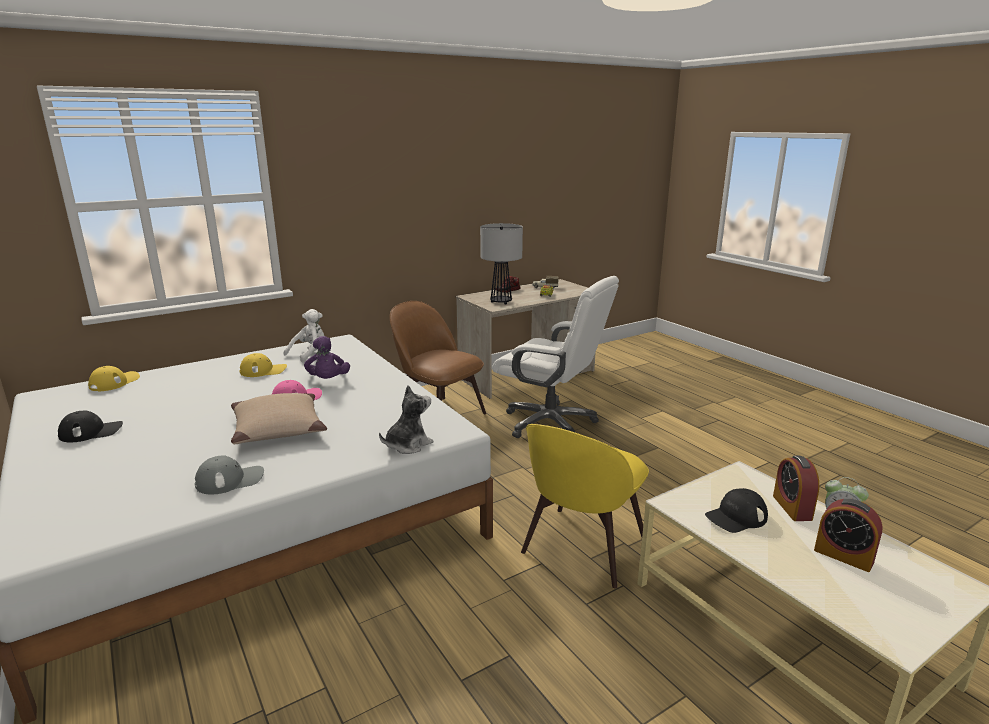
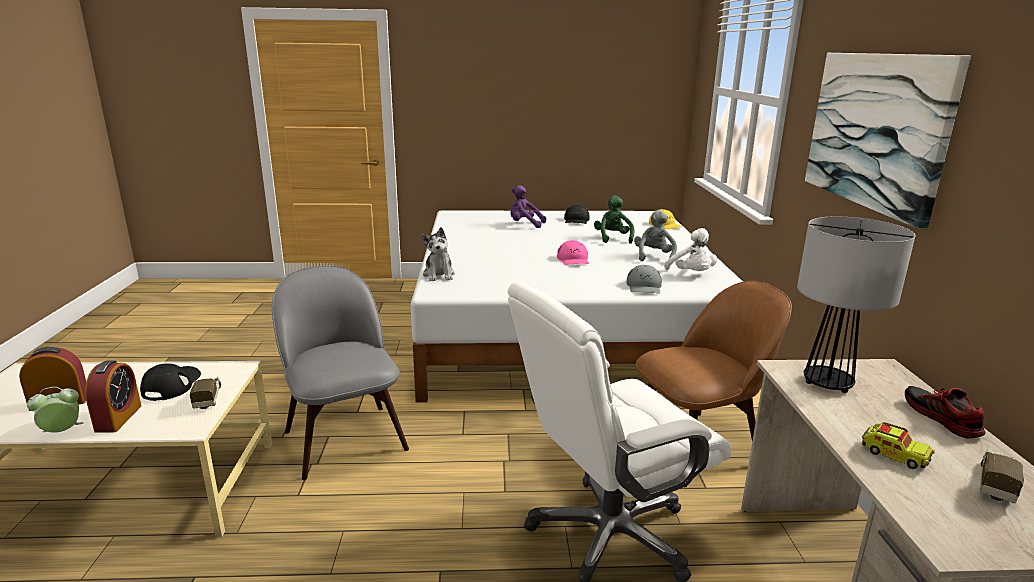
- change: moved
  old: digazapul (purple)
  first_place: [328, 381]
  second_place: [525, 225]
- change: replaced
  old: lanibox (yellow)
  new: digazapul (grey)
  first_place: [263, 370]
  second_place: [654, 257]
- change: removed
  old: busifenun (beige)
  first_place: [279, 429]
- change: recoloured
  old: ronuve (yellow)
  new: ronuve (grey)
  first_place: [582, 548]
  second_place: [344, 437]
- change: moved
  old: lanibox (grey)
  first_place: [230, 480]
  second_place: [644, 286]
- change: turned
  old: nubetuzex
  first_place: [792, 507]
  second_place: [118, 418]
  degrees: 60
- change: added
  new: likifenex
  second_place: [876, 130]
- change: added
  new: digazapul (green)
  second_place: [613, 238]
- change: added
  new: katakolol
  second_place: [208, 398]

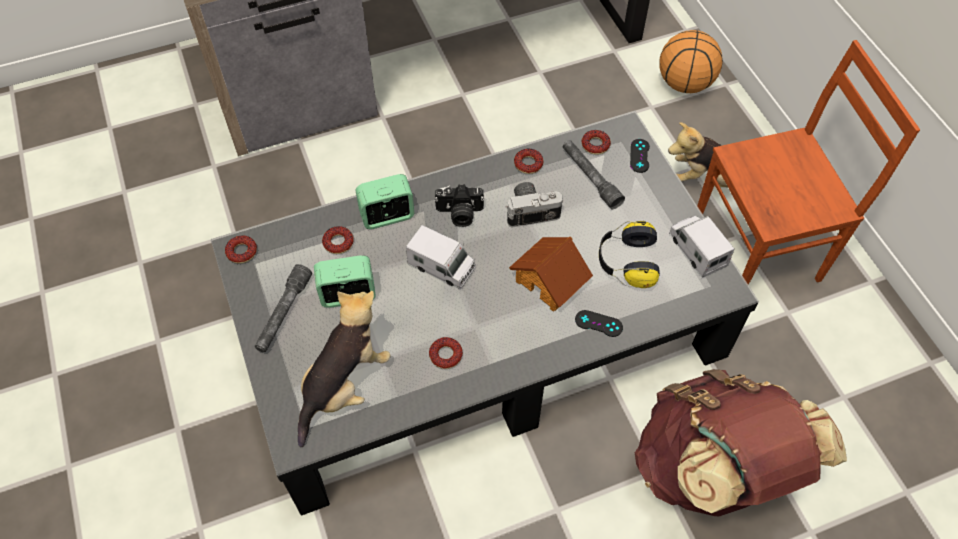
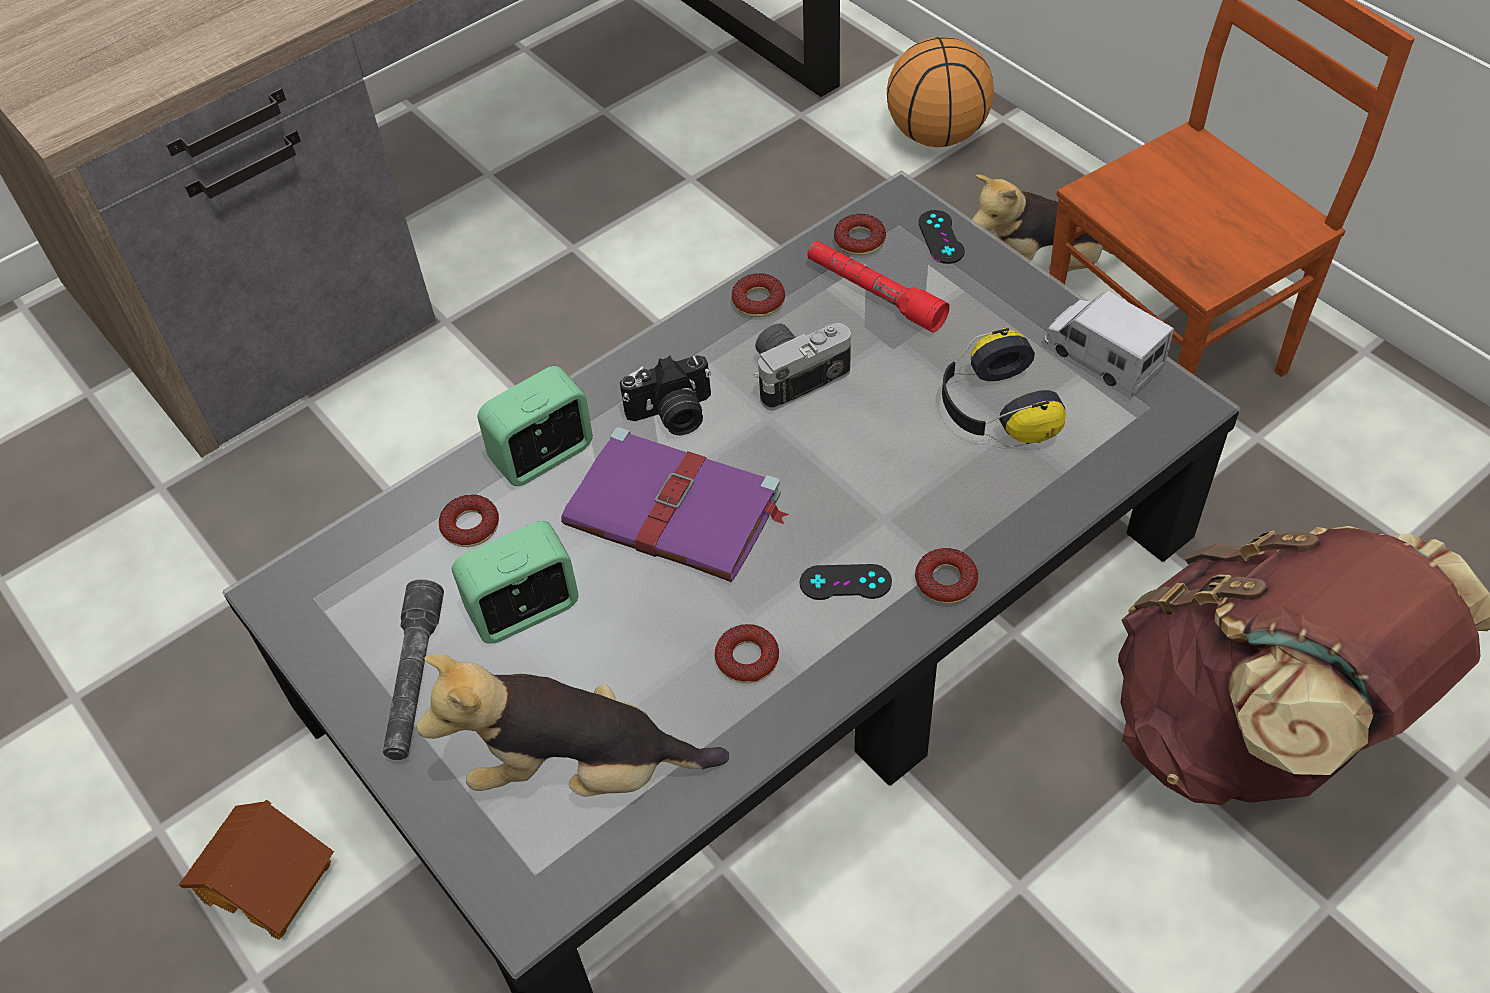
- change: recoloured
  old: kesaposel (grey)
  new: kesaposel (red)
  first_place: [590, 178]
  second_place: [874, 294]
- change: replaced
  old: katakolol
  new: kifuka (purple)
  first_place: [441, 266]
  second_place: [676, 511]
- change: moved
  old: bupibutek
  first_place: [242, 252]
  second_place: [946, 581]
- change: moved
  old: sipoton
  first_place: [551, 280]
  second_place: [268, 880]
- change: turned
  old: digazapul
  first_place: [344, 384]
  second_place: [581, 769]
  degrees: -105
- change: moved
  old: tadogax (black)
  first_place: [598, 323]
  second_place: [845, 582]

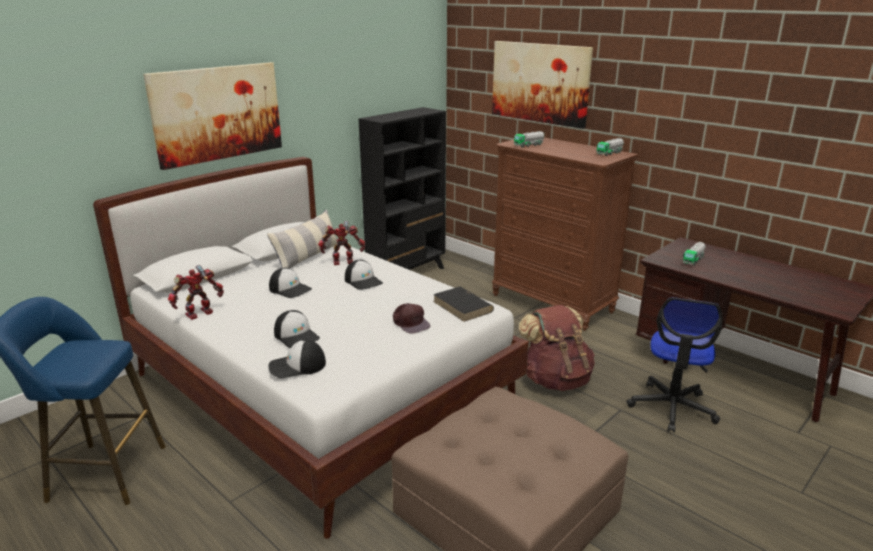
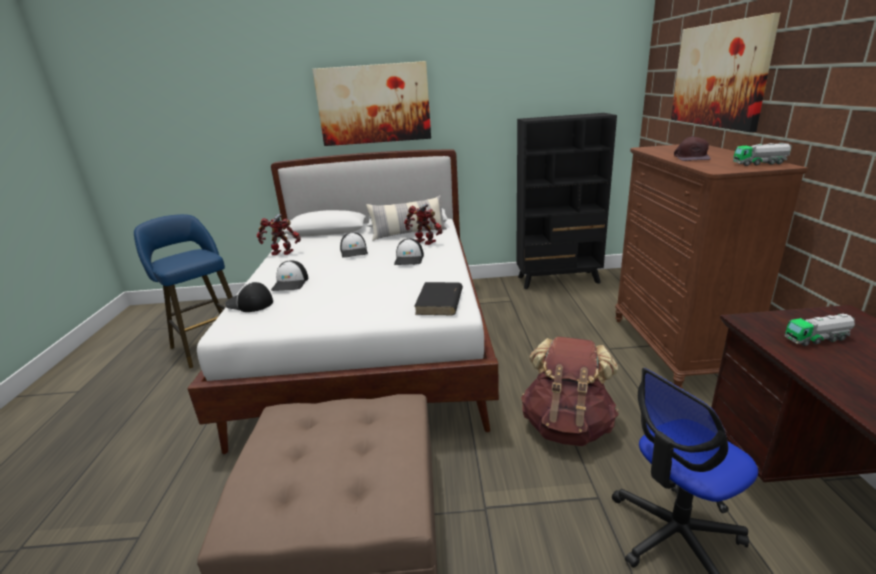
- change: removed
  old: katakolol
  first_place: [529, 145]
- change: moved
  old: lanibox (brown)
  first_place: [410, 323]
  second_place: [691, 157]

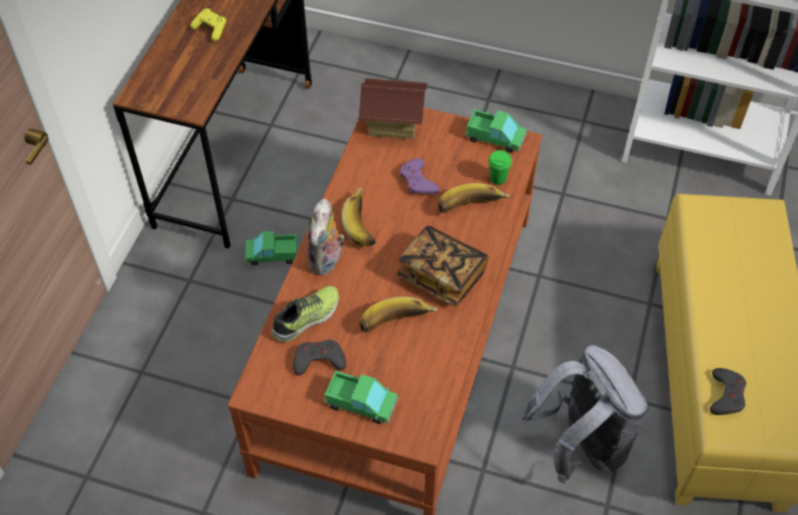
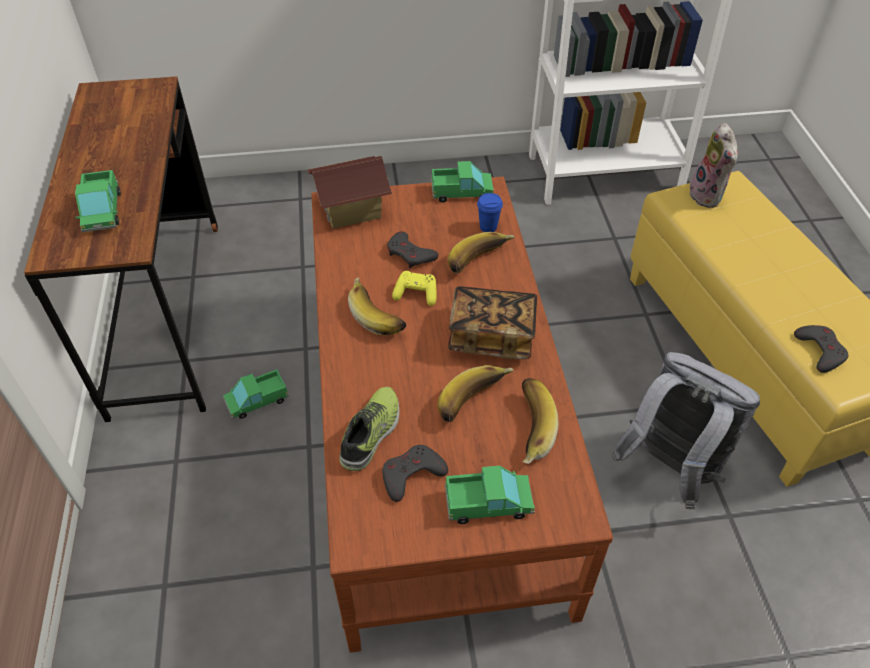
- change: moved
  old: tadogax (yellow)
  first_place: [211, 29]
  second_place: [416, 294]
- change: recoloured
  old: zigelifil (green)
  new: zigelifil (blue)
  first_place: [498, 179]
  second_place: [488, 227]
- change: recoloured
  old: tadogax (purple)
  new: tadogax (grey)
  first_place: [418, 181]
  second_place: [410, 254]
- change: moved
  old: digazapul
  first_place: [327, 261]
  second_place: [708, 196]
- change: added
  new: katakolol
  second_place: [102, 211]
- change: added
  new: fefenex
  second_place: [527, 428]

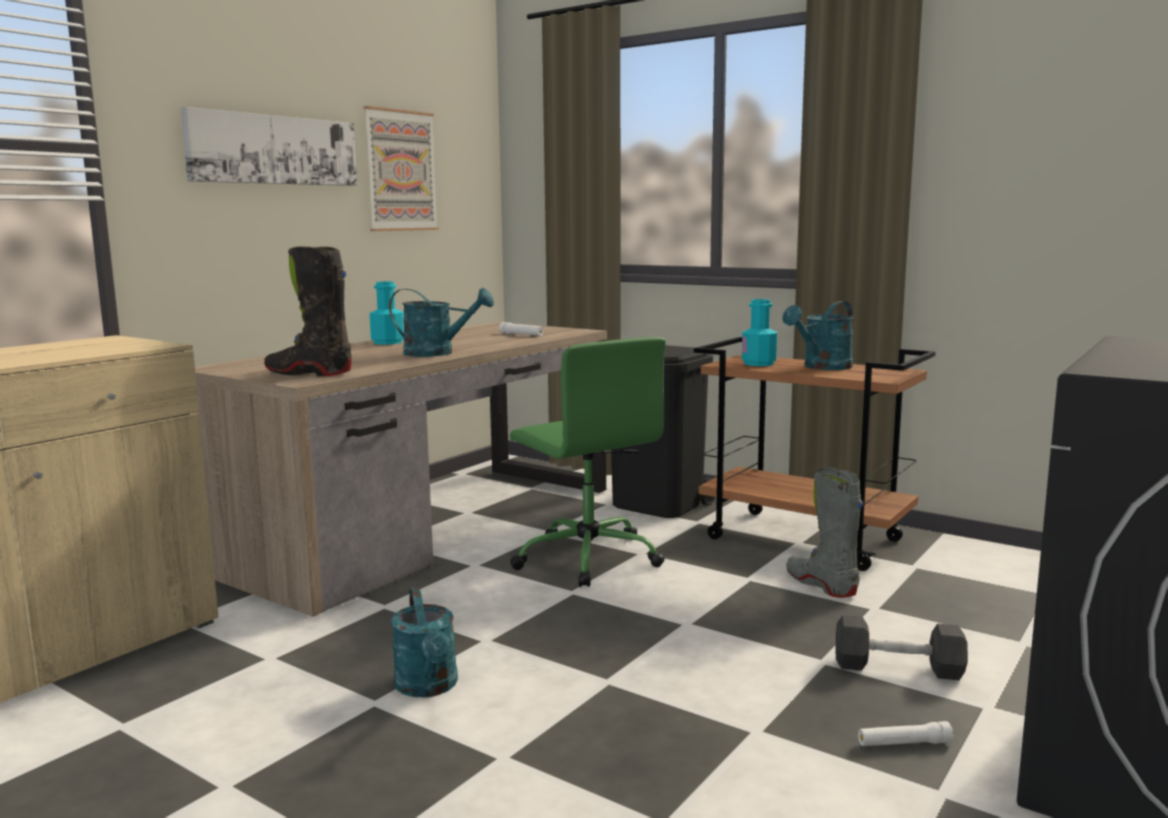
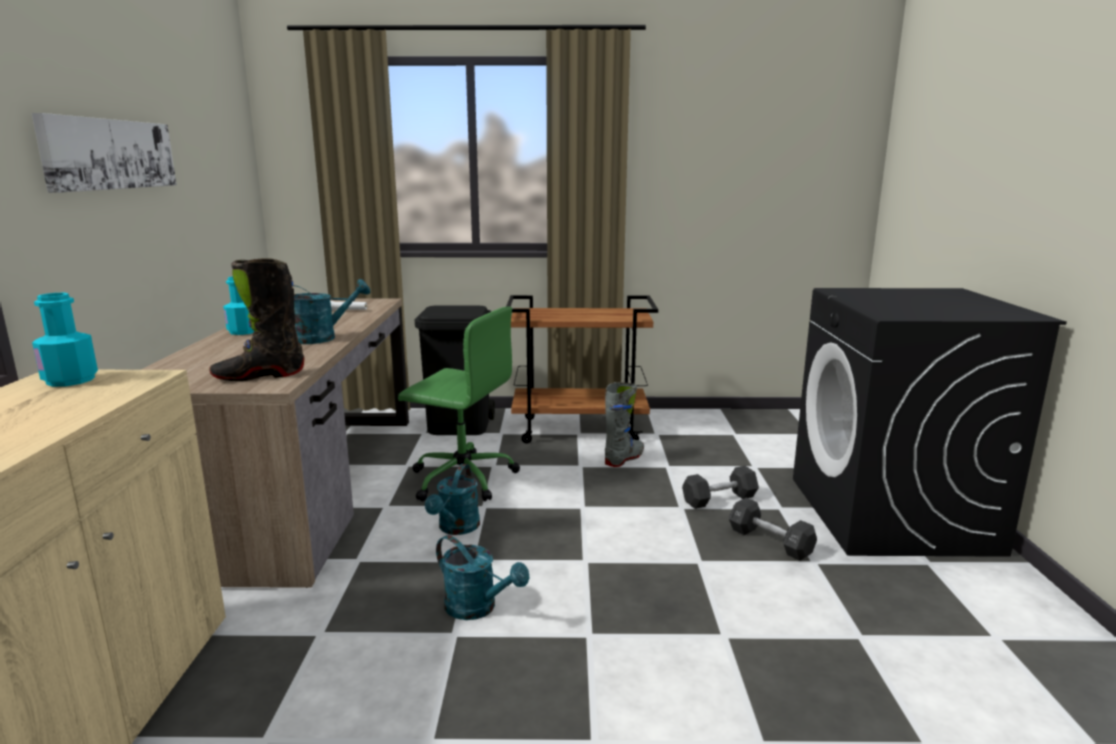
- change: removed
  old: likifenex
  first_place: [400, 171]
- change: moved
  old: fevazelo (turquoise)
  first_place: [758, 363]
  second_place: [70, 380]
- change: moved
  old: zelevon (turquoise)
  first_place: [822, 367]
  second_place: [456, 528]
- change: turned
  old: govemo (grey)
  first_place: [821, 585]
  second_place: [624, 459]
  degrees: 105
- change: replaced
  old: kesaposel (white)
  new: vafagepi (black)
  first_place: [904, 744]
  second_place: [770, 542]

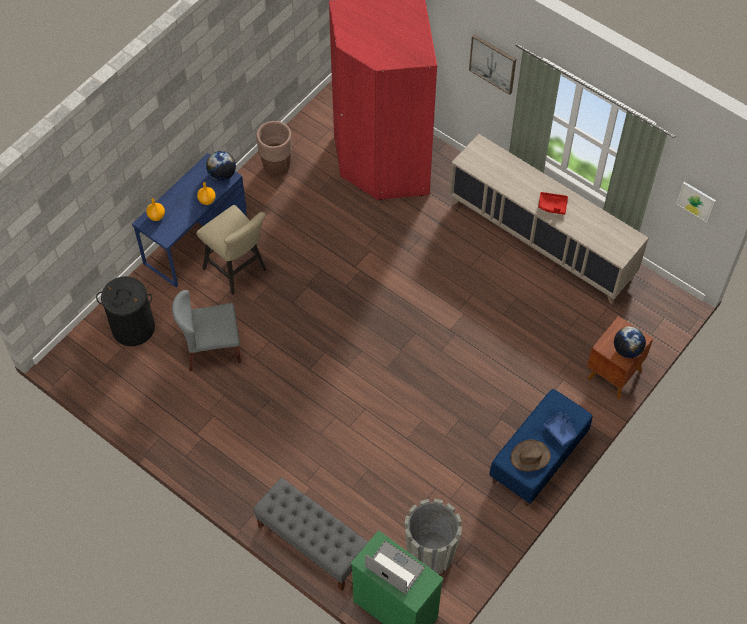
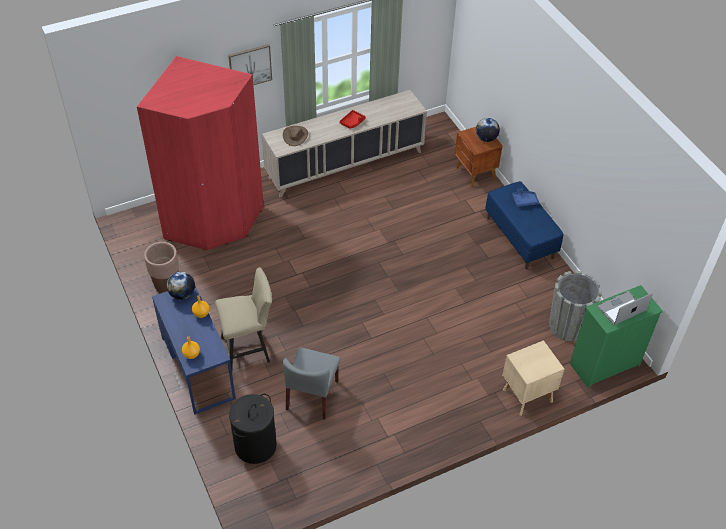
- change: removed
  old: likifenex
  first_place: [696, 201]
- change: moved
  old: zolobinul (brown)
  first_place: [530, 456]
  second_place: [295, 136]
- change: replaced
  old: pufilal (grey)
  new: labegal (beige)
  first_place: [312, 543]
  second_place: [526, 395]

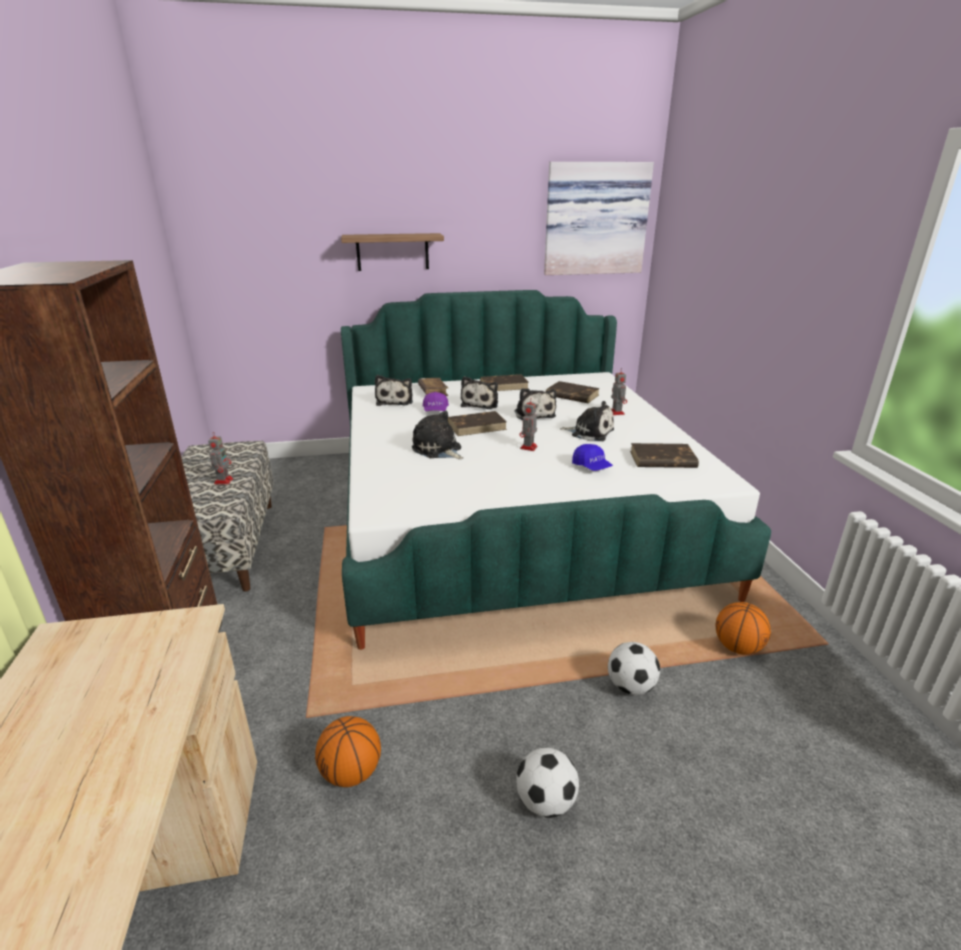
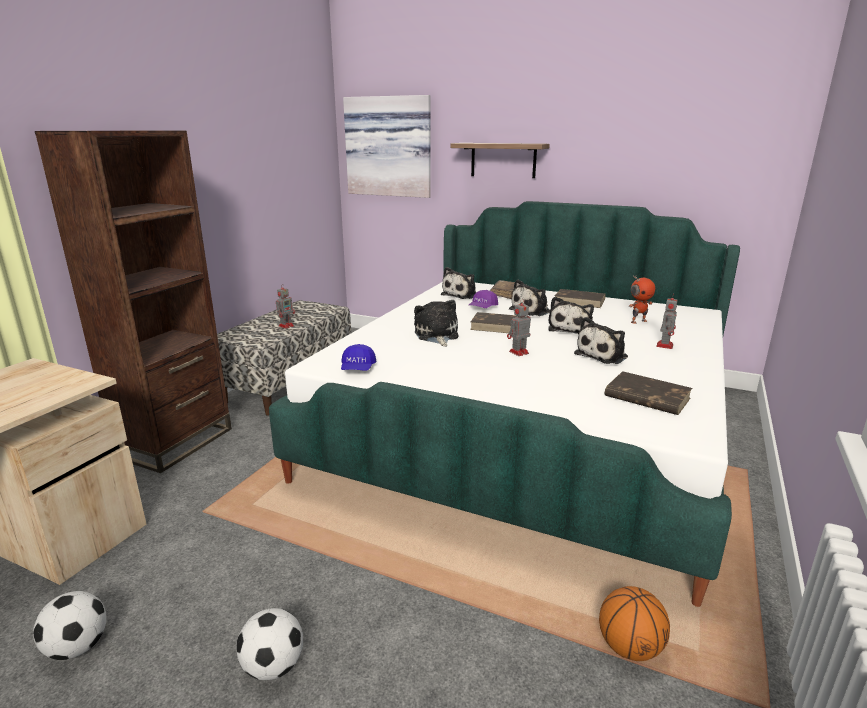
- change: moved
  old: likifenex
  first_place: [595, 219]
  second_place: [389, 147]
- change: replaced
  old: kifuka (brown)
  new: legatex
  first_place: [571, 395]
  second_place: [638, 321]
- change: turned
  old: digazapul
  first_place: [590, 432]
  second_place: [603, 355]
  degrees: 75
- change: moved
  old: lanibox (blue)
  first_place: [591, 467]
  second_place: [358, 369]
- change: moved
  old: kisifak
  first_place: [630, 686]
  second_place: [77, 647]
- change: removed
  old: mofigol
  first_place: [351, 772]

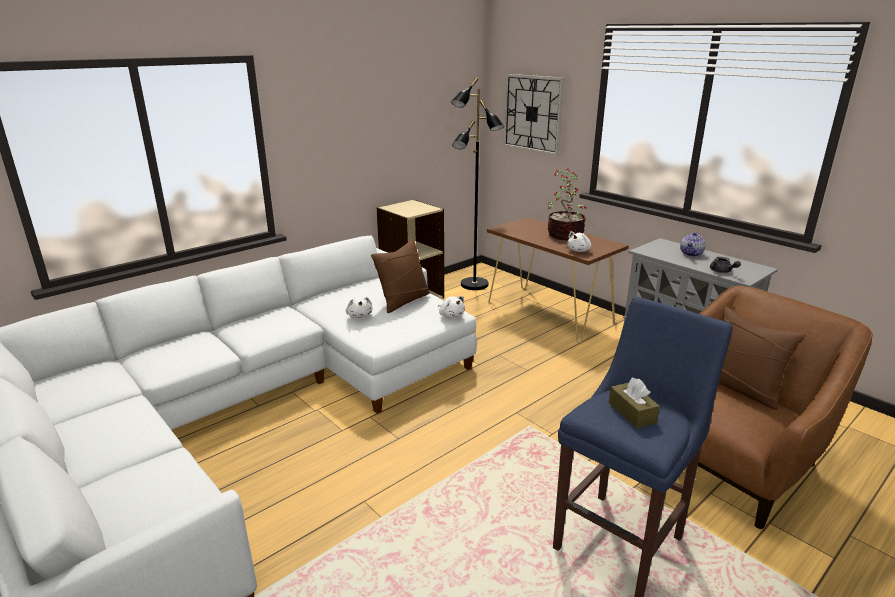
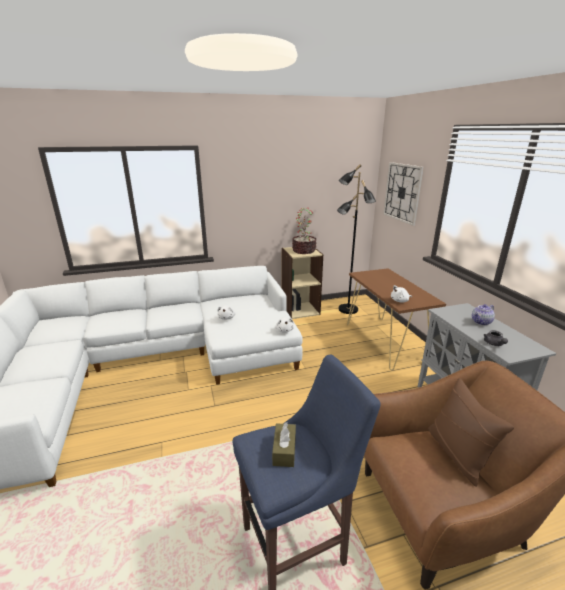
- change: moved
  old: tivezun
  first_place: [564, 235]
  second_place: [303, 250]
- change: removed
  old: busifenun (brown)
  first_place: [403, 301]

